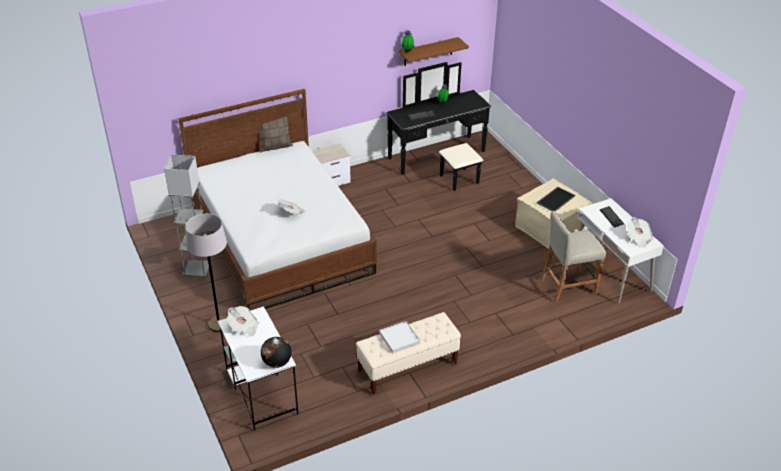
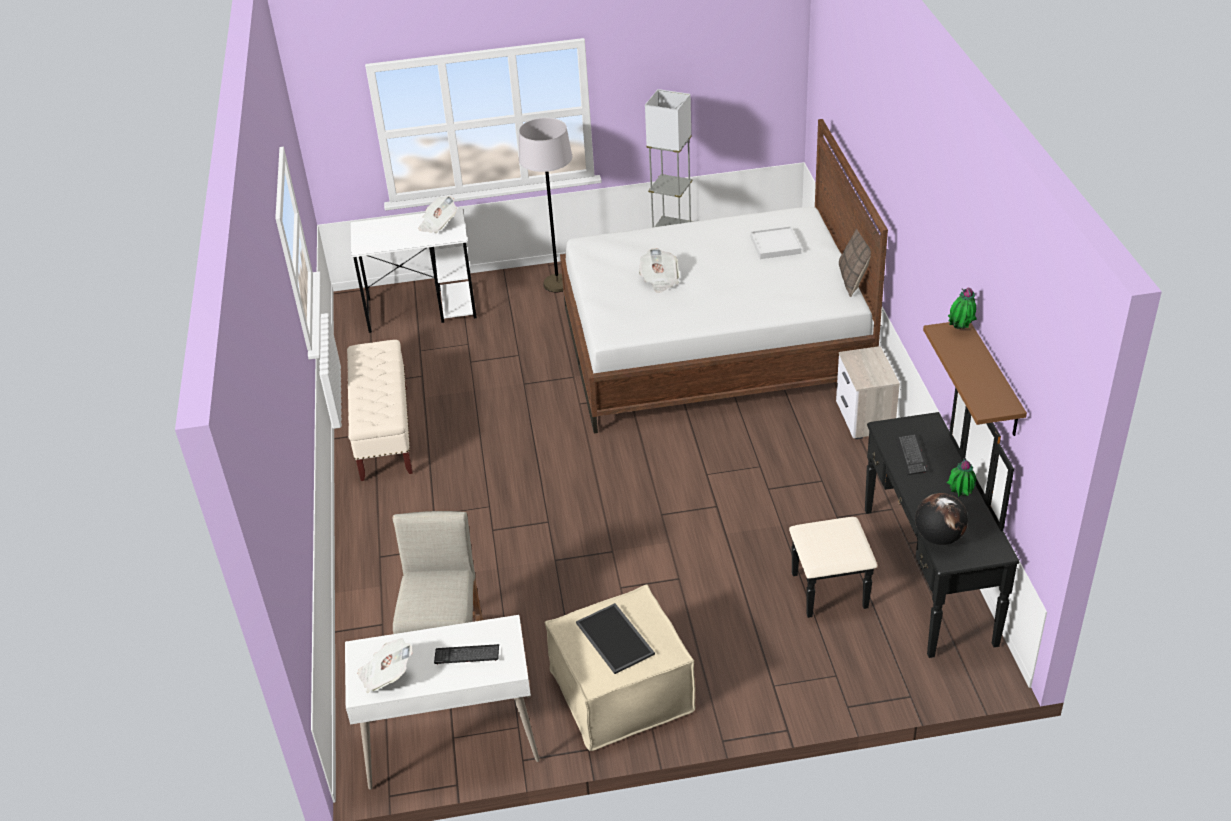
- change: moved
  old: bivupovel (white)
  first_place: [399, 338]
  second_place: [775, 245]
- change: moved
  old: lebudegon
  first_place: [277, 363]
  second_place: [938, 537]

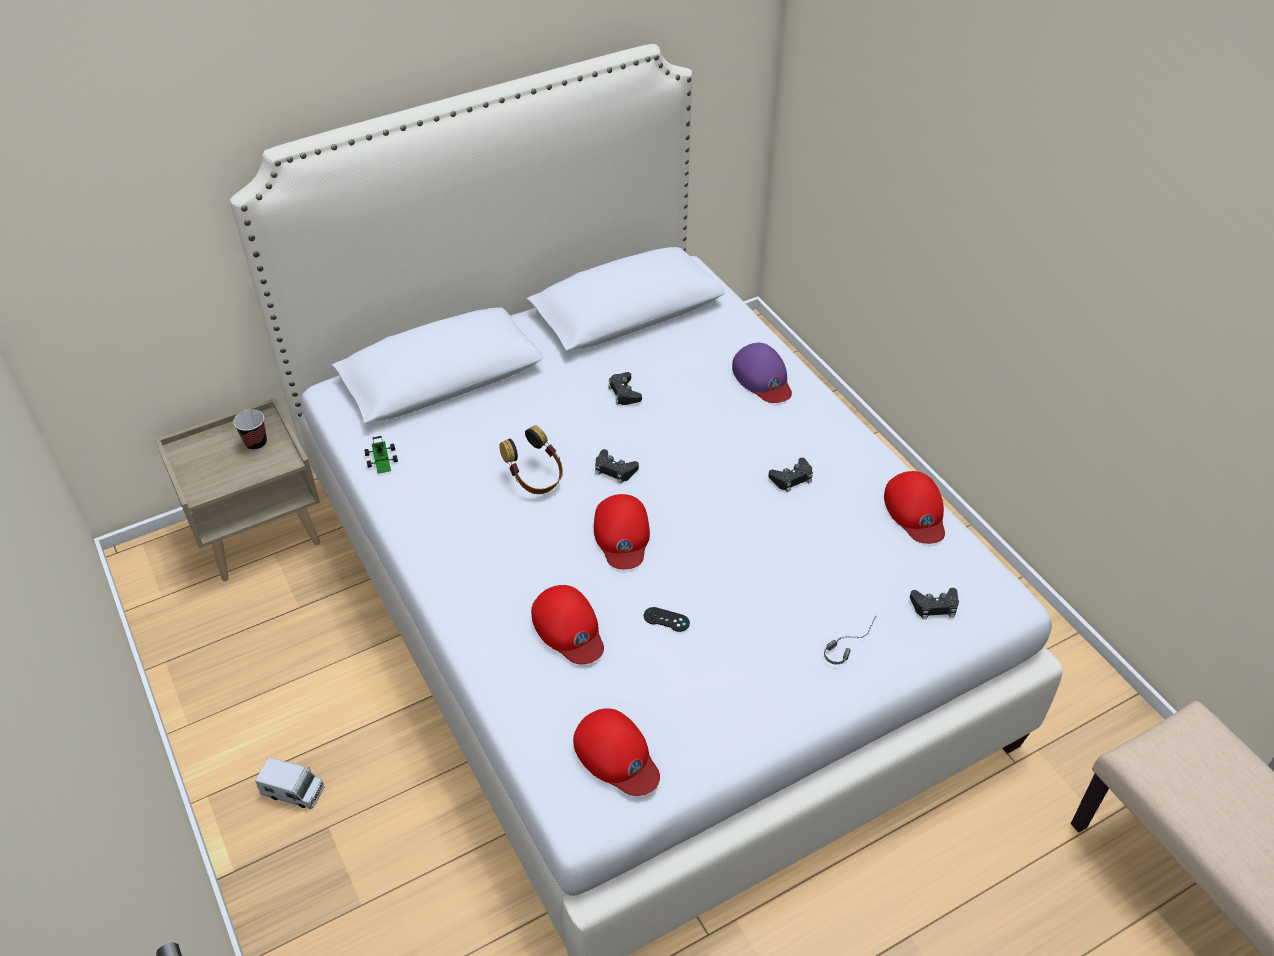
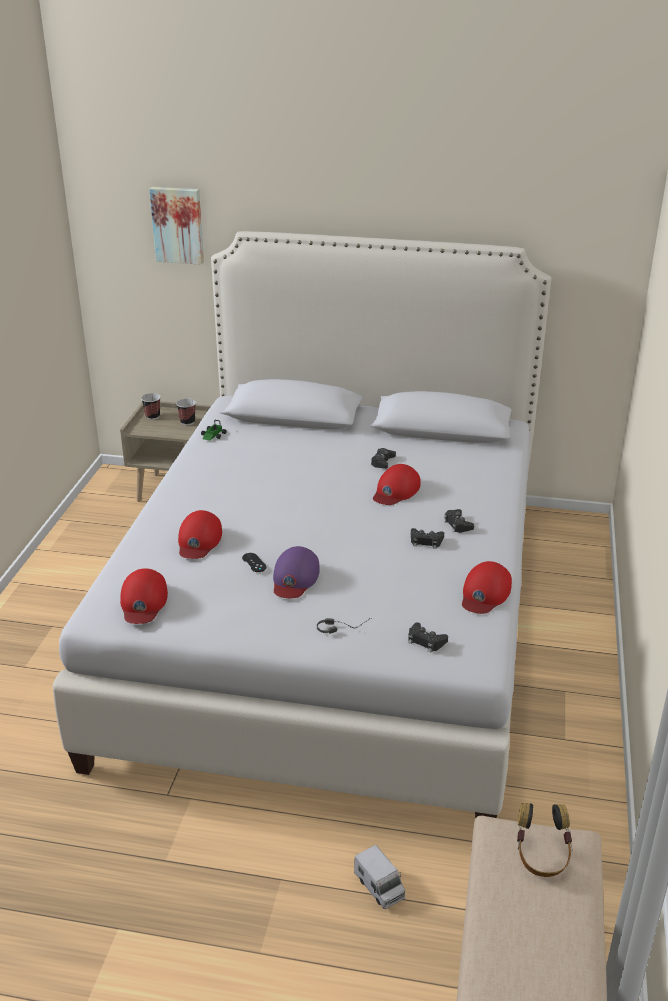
- change: moved
  old: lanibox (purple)
  first_place: [762, 378]
  second_place: [294, 578]
- change: moved
  old: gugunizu
  first_place: [535, 478]
  second_place: [542, 856]
- change: moved
  old: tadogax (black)
  first_place: [614, 470]
  second_place: [457, 524]
- change: moved
  old: lanibox (red)
  first_place: [622, 535]
  second_place: [395, 491]
- change: moved
  old: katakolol
  first_place: [293, 791]
  second_place: [379, 886]
- change: added
  new: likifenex
  second_place: [178, 225]
- change: added
  new: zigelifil
  second_place: [152, 416]

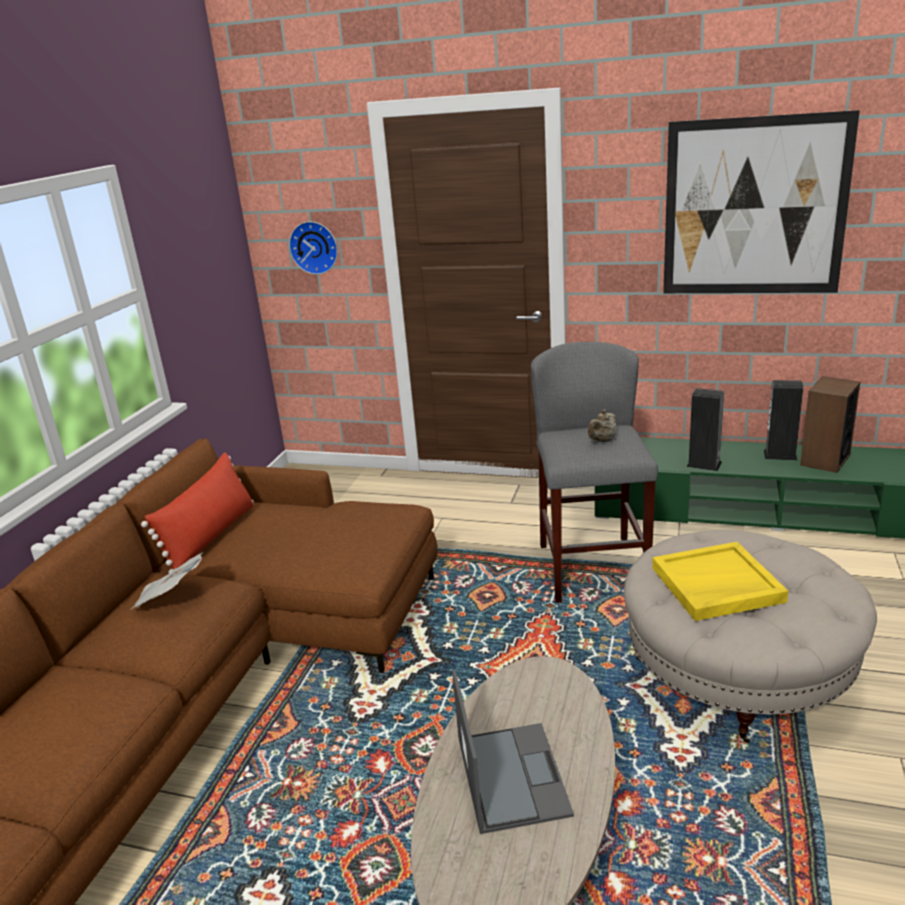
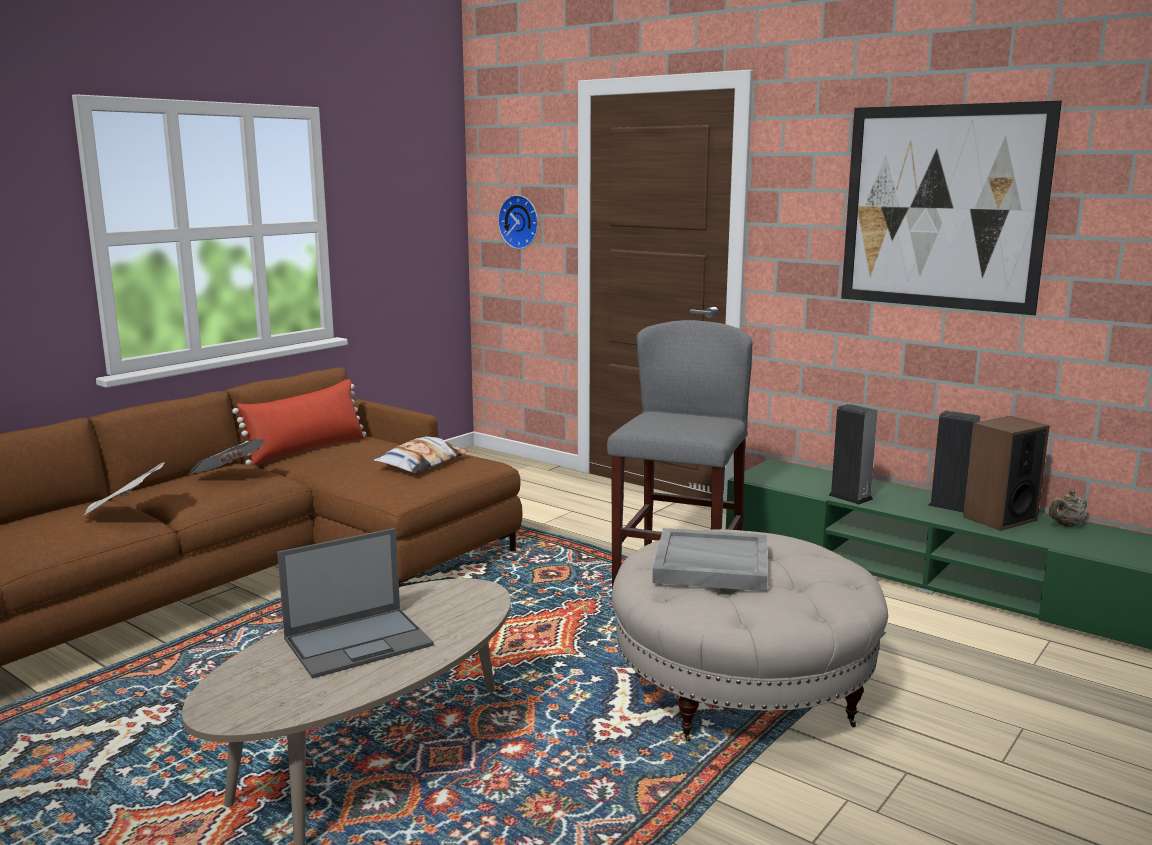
- change: moved
  old: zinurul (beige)
  first_place: [602, 441]
  second_place: [1066, 525]
- change: recoloured
  old: bivupovel (yellow)
  new: bivupovel (grey)
  first_place: [716, 585]
  second_place: [710, 565]
- change: turned
  old: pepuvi
  first_place: [511, 775]
  second_place: [360, 642]
  degrees: 45
- change: added
  new: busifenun
  second_place: [422, 463]
- change: added
  new: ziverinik
  second_place: [124, 511]

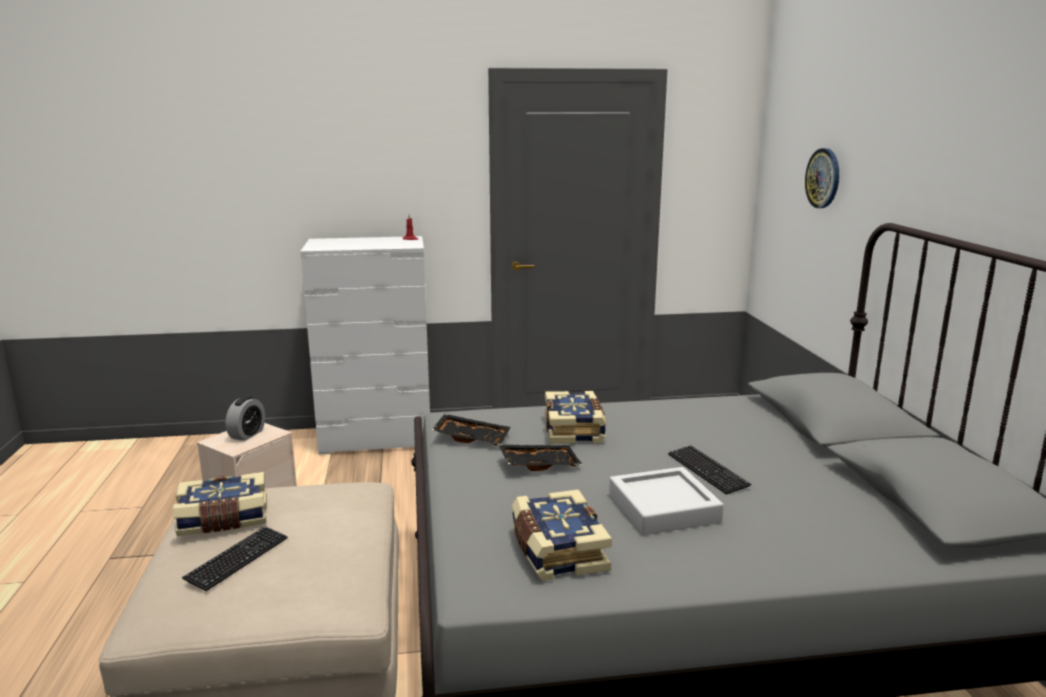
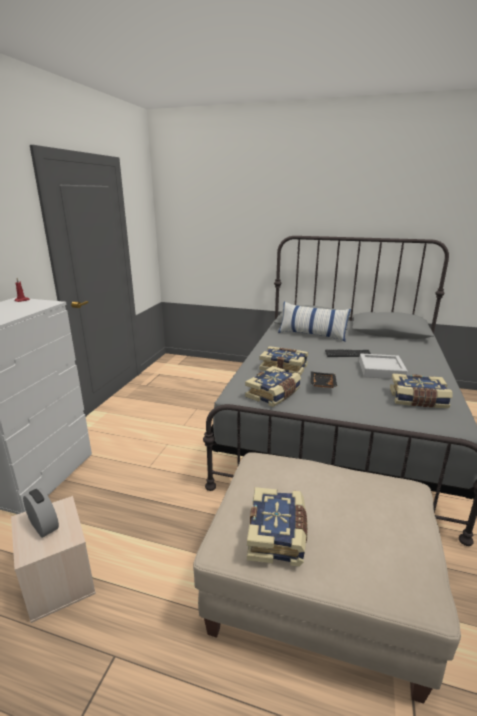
- change: removed
  old: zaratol
  first_place: [823, 178]
- change: replaced
  old: bivupovel (black)
  new: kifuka
  first_place: [472, 438]
  second_place: [274, 394]
- change: removed
  old: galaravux
  first_place: [237, 559]
- change: added
  new: busifenun
  second_place: [312, 334]

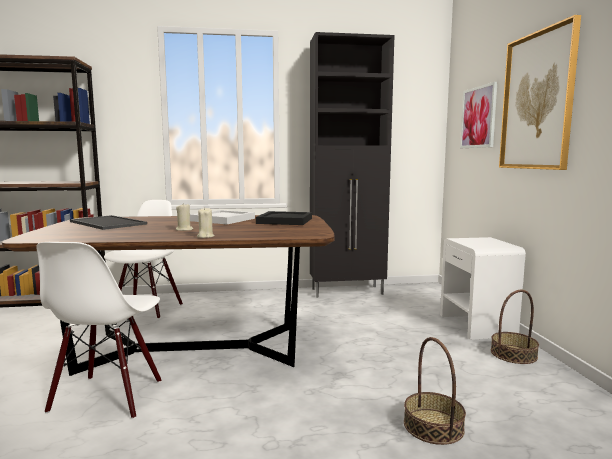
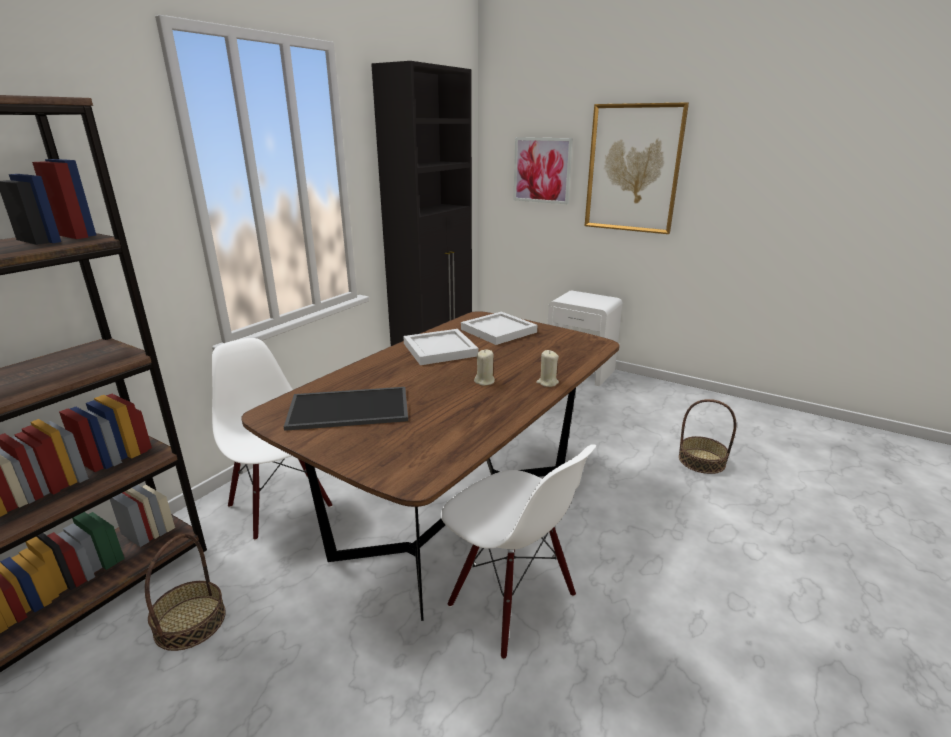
- change: recoloured
  old: bivupovel (black)
  new: bivupovel (white)
  first_place: [286, 221]
  second_place: [498, 330]
- change: moved
  old: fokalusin
  first_place: [513, 354]
  second_place: [190, 622]

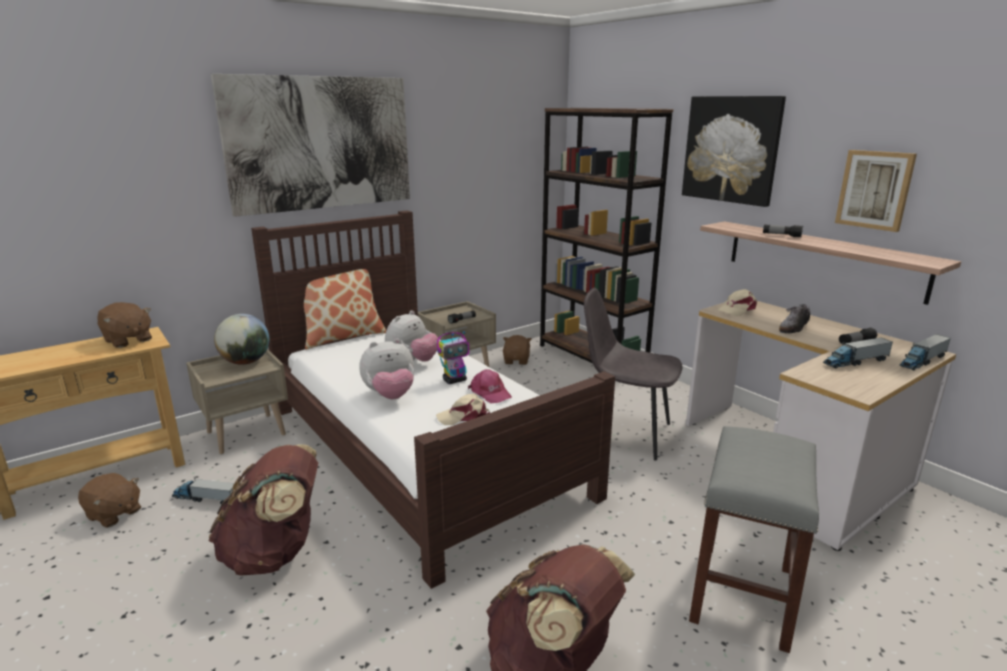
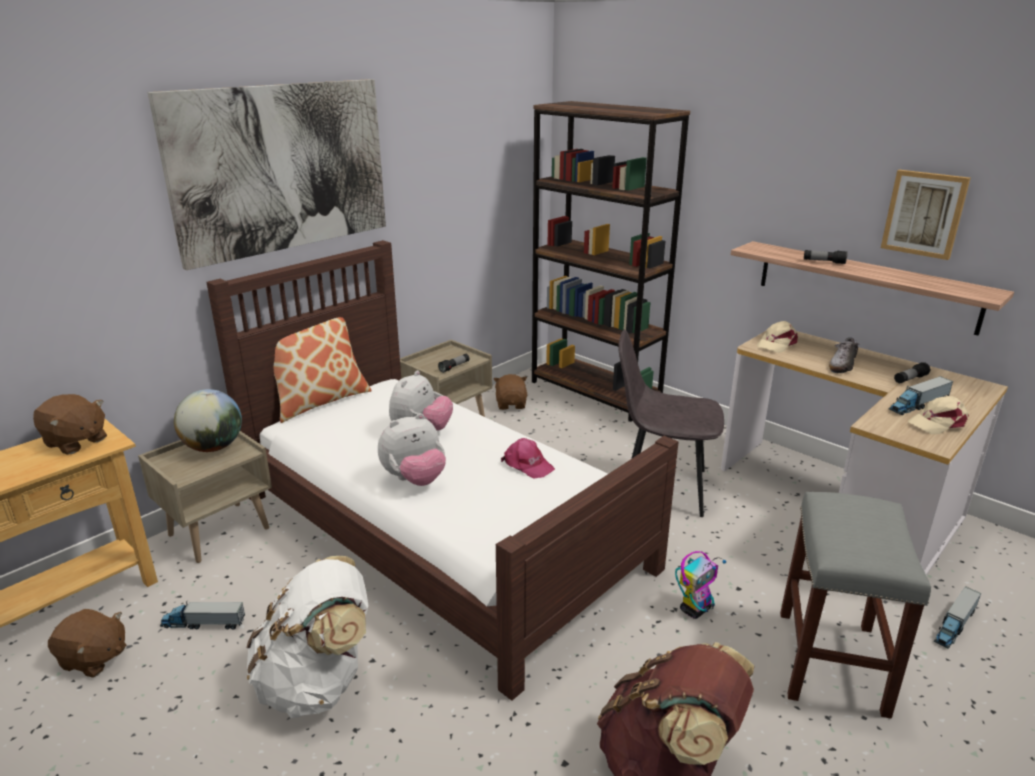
- change: removed
  old: likifenex
  first_place: [731, 149]
- change: moved
  old: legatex
  first_place: [455, 380]
  second_place: [695, 609]
- change: moved
  old: katakolol
  first_place: [922, 361]
  second_place: [954, 625]
- change: moved
  old: lanibox (beige)
  first_place: [464, 416]
  second_place: [937, 423]
- change: recoloured
  old: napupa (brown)
  new: napupa (white)
  first_place: [275, 553]
  second_place: [318, 682]

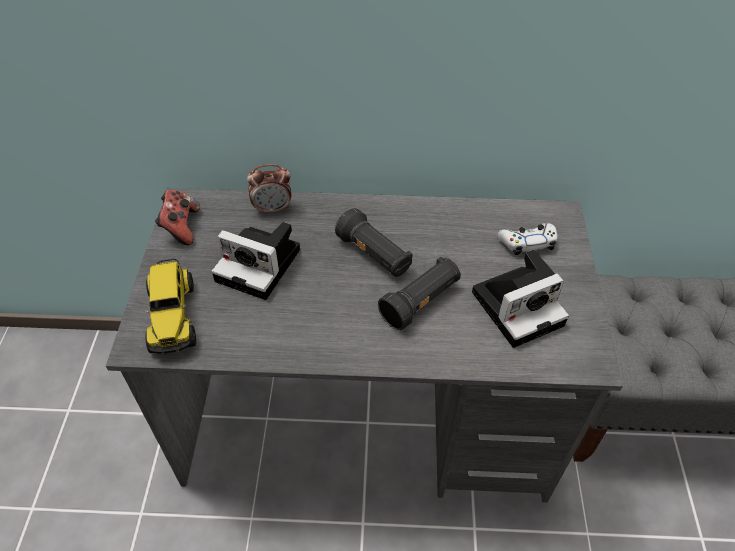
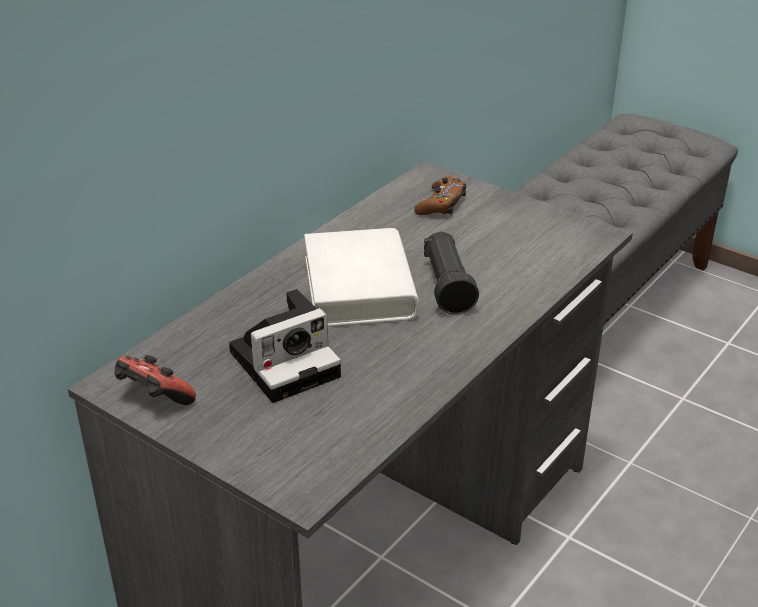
- change: removed
  old: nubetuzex
  first_place: [272, 208]
- change: replaced
  old: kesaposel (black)
  new: kifuka (white)
  first_place: [374, 255]
  second_place: [359, 288]
- change: recoloured
  old: tadogax (white)
  new: tadogax (brown)
  first_place: [527, 242]
  second_place: [441, 204]
- change: removed
  old: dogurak
  first_place: [519, 306]
- change: removed
  old: katakolol
  first_place: [173, 316]

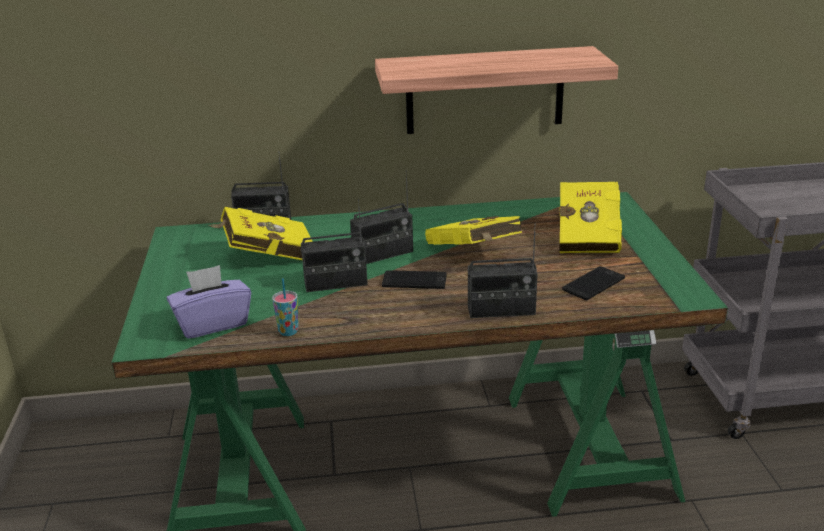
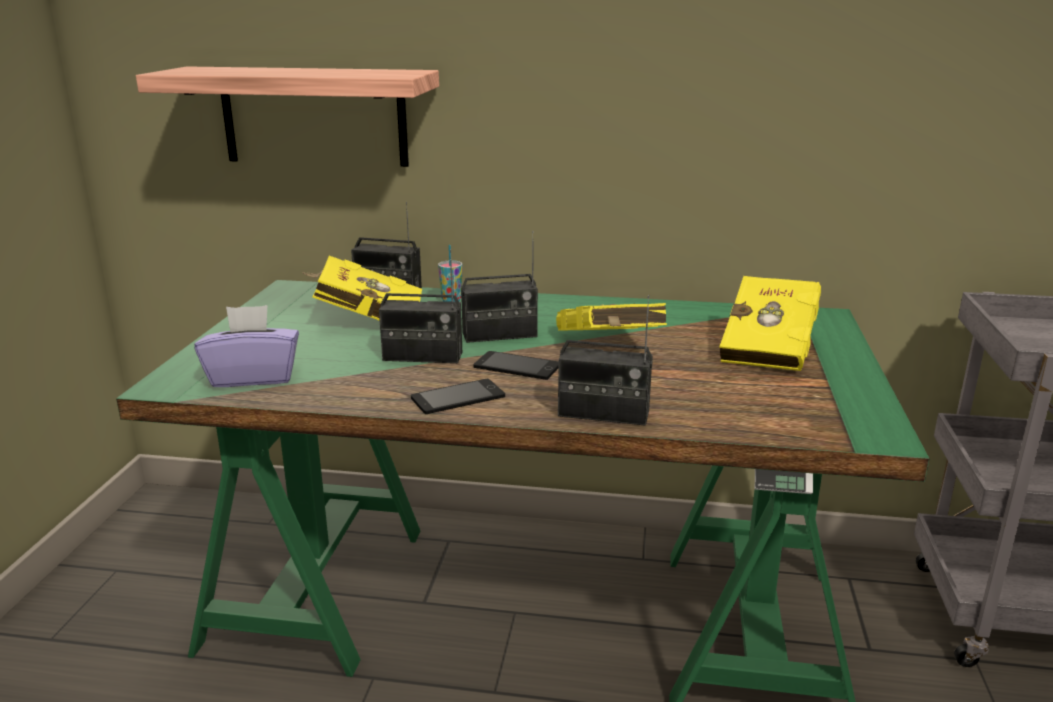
- change: moved
  old: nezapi
  first_place: [485, 90]
  second_place: [314, 116]
- change: moved
  old: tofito
  first_place: [593, 284]
  second_place: [458, 397]
- change: moved
  old: zigelifil
  first_place: [288, 331]
  second_place: [451, 301]

